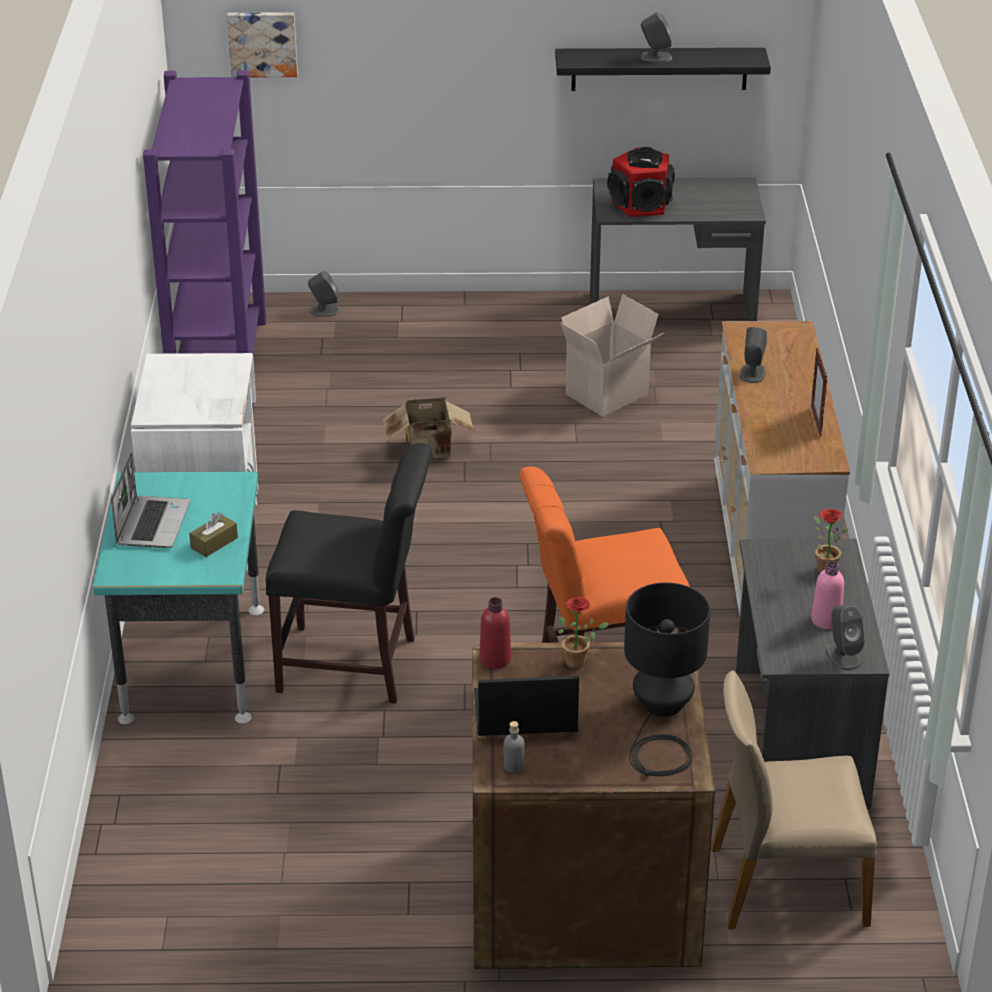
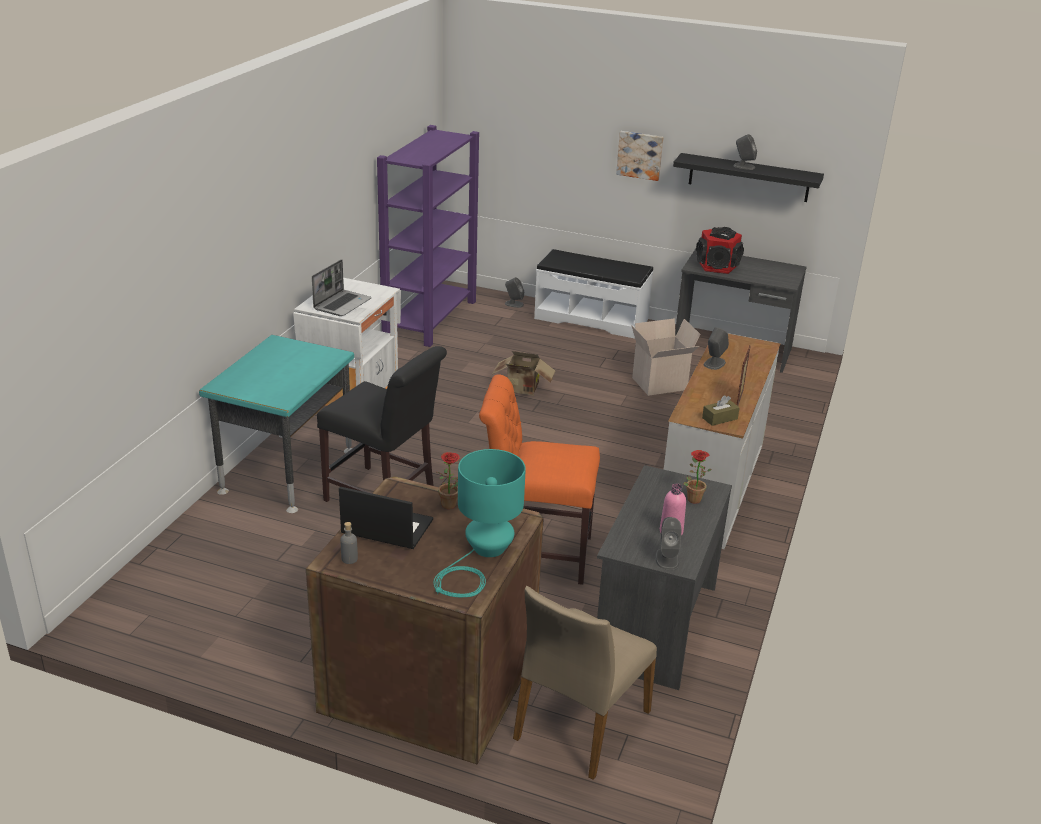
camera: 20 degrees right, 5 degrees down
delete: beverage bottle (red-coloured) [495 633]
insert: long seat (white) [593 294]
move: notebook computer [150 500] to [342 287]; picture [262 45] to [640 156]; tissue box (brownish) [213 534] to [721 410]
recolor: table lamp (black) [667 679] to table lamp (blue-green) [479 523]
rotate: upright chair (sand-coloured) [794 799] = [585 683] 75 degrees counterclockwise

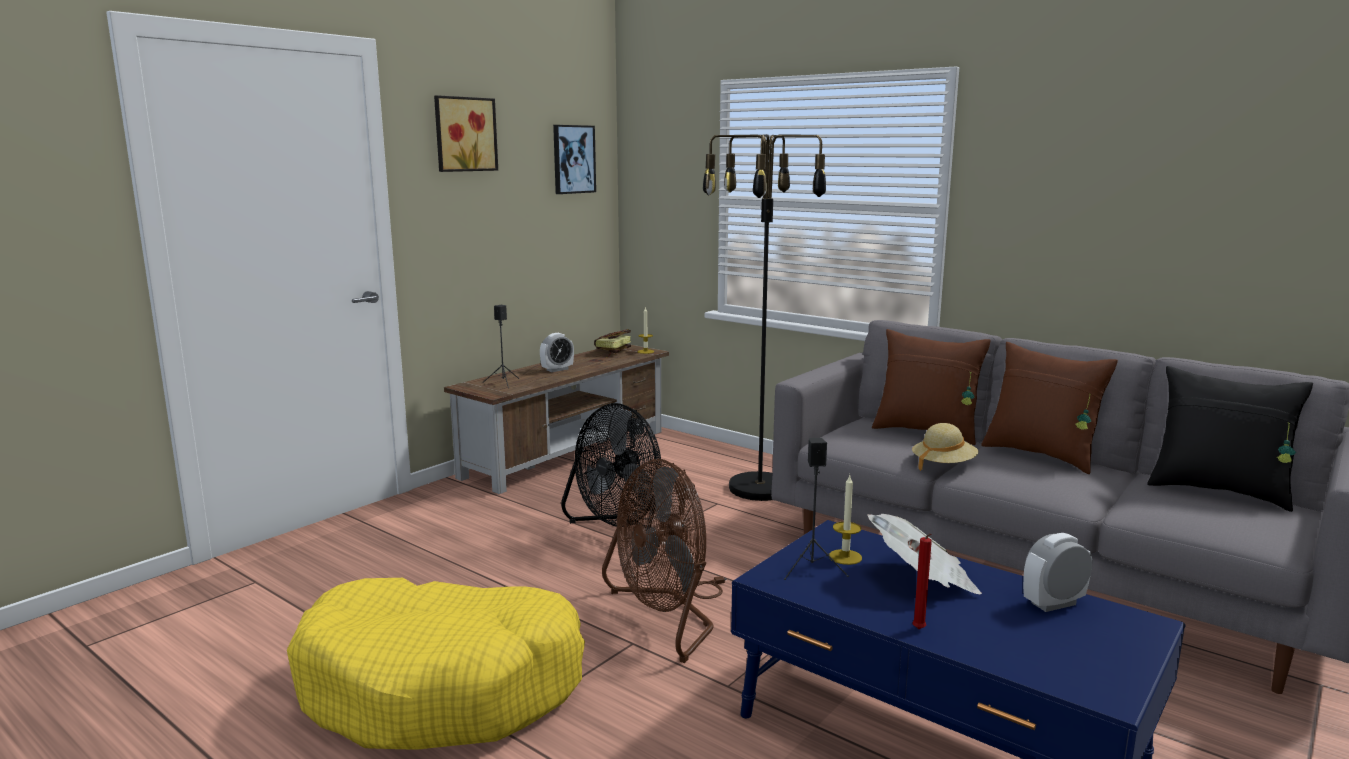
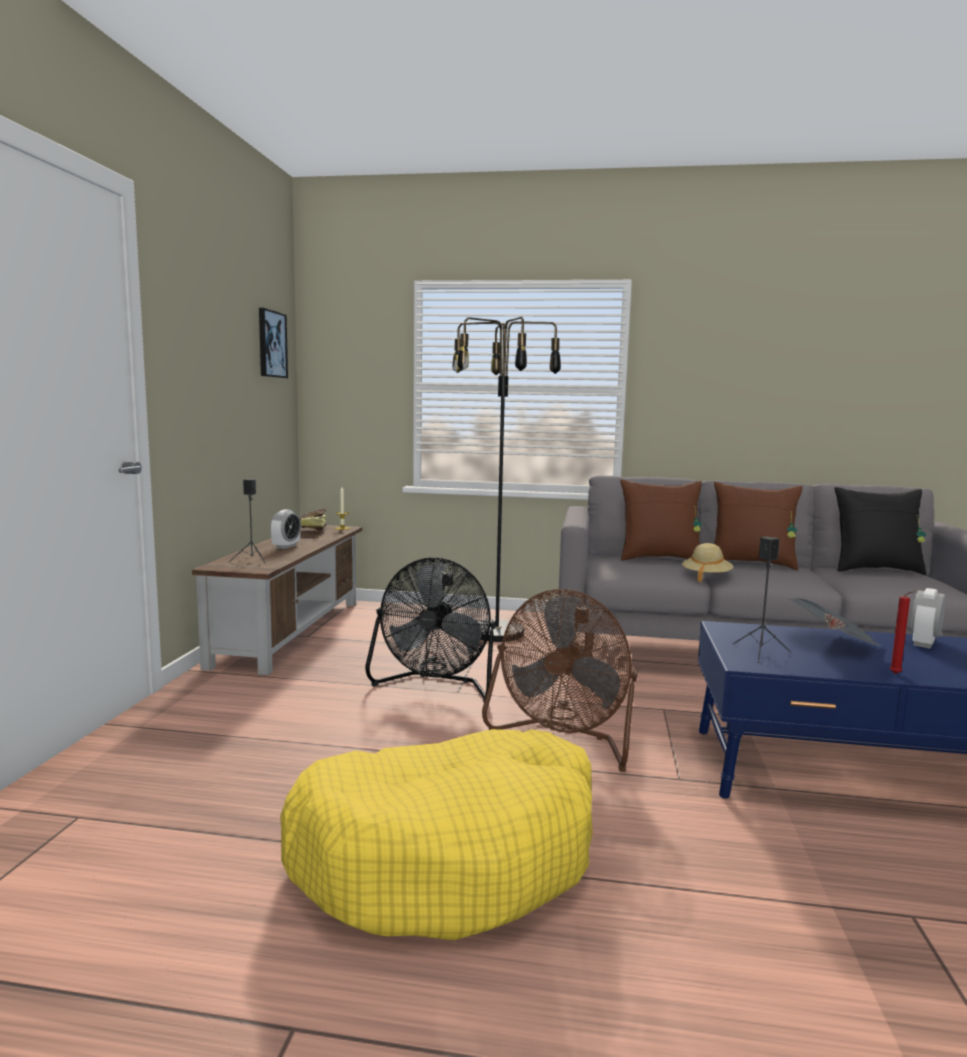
camera: 30 degrees left, 5 degrees down
delete: picture [466 133]; candle [845 520]

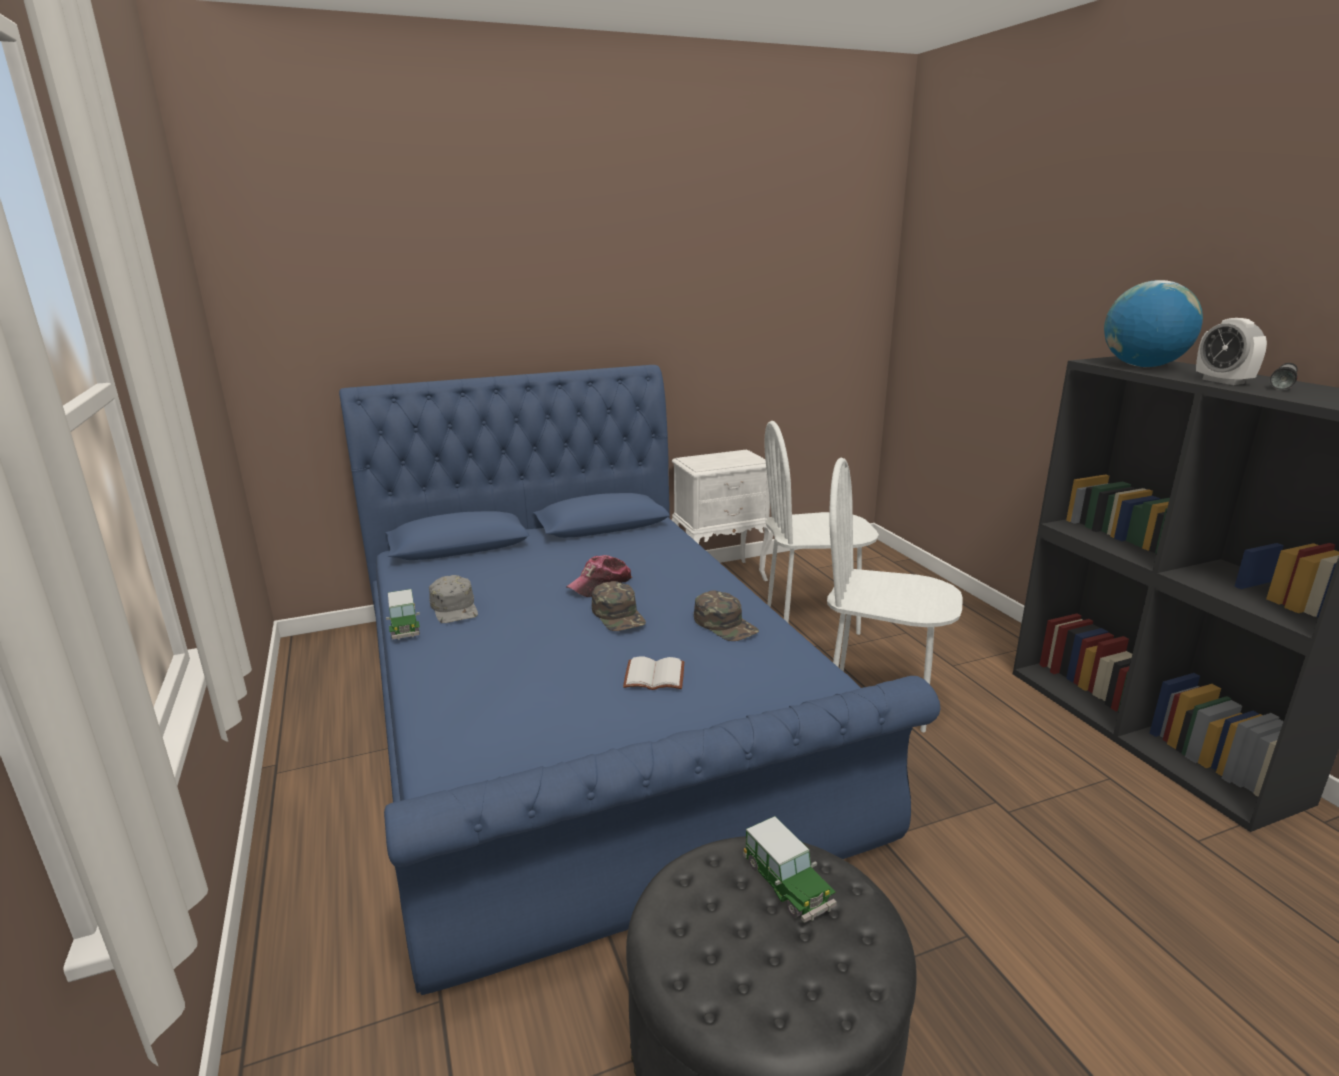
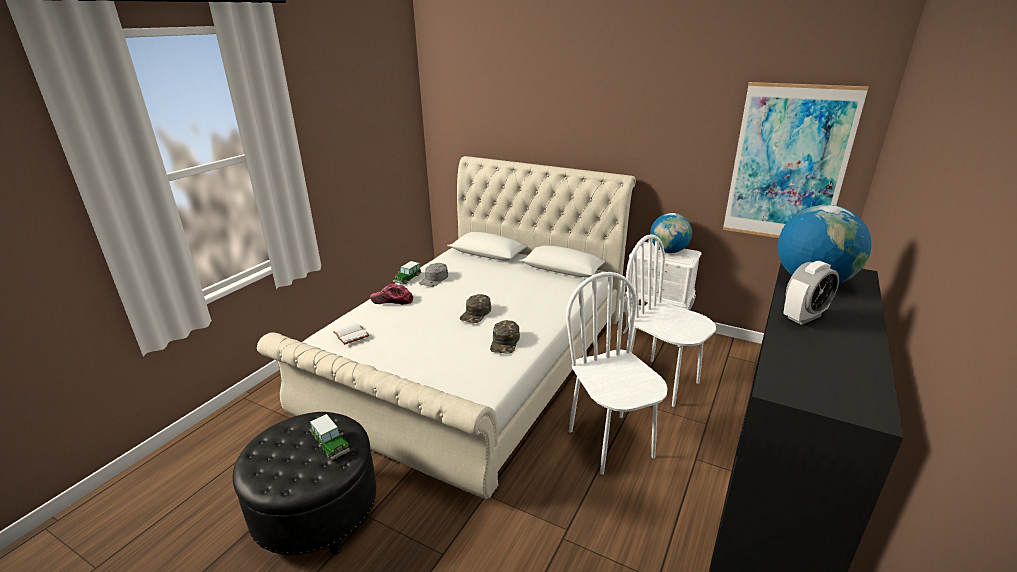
camera: 50 degrees right, 5 degrees up
delete: torch [1284 376]
insert: globe [671 233]; picture [796 160]
move: book (white) [653 673] to [351 334]; cap [599 576] to [391 294]
recolor: bed (blue) [640 680] to bed (sand-coloured) [446 327]
rotate: miniature car [790 869] = [330 437] 60 degrees counterclockwise; bedside clock [1231 351] = [811 293] 150 degrees counterclockwise

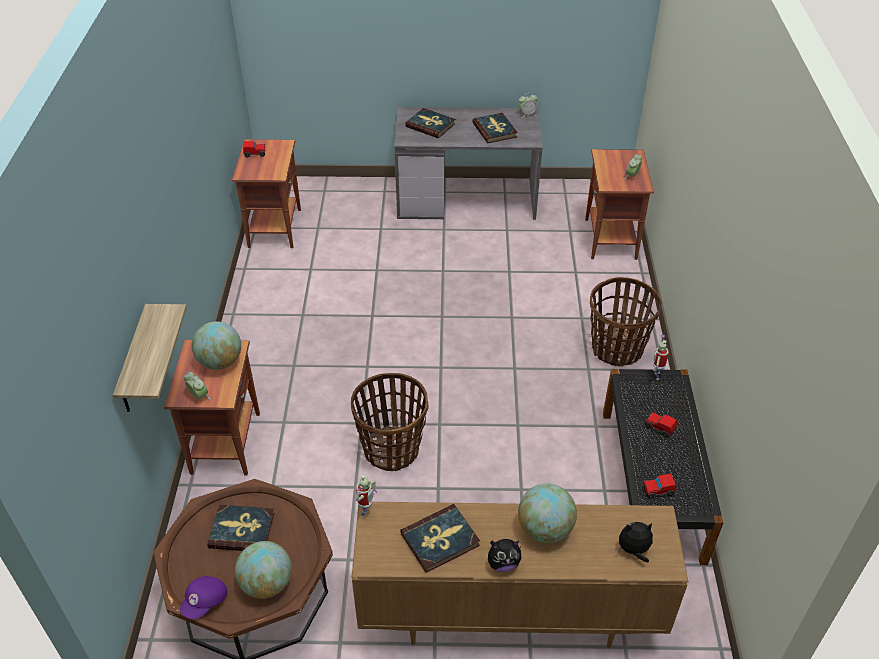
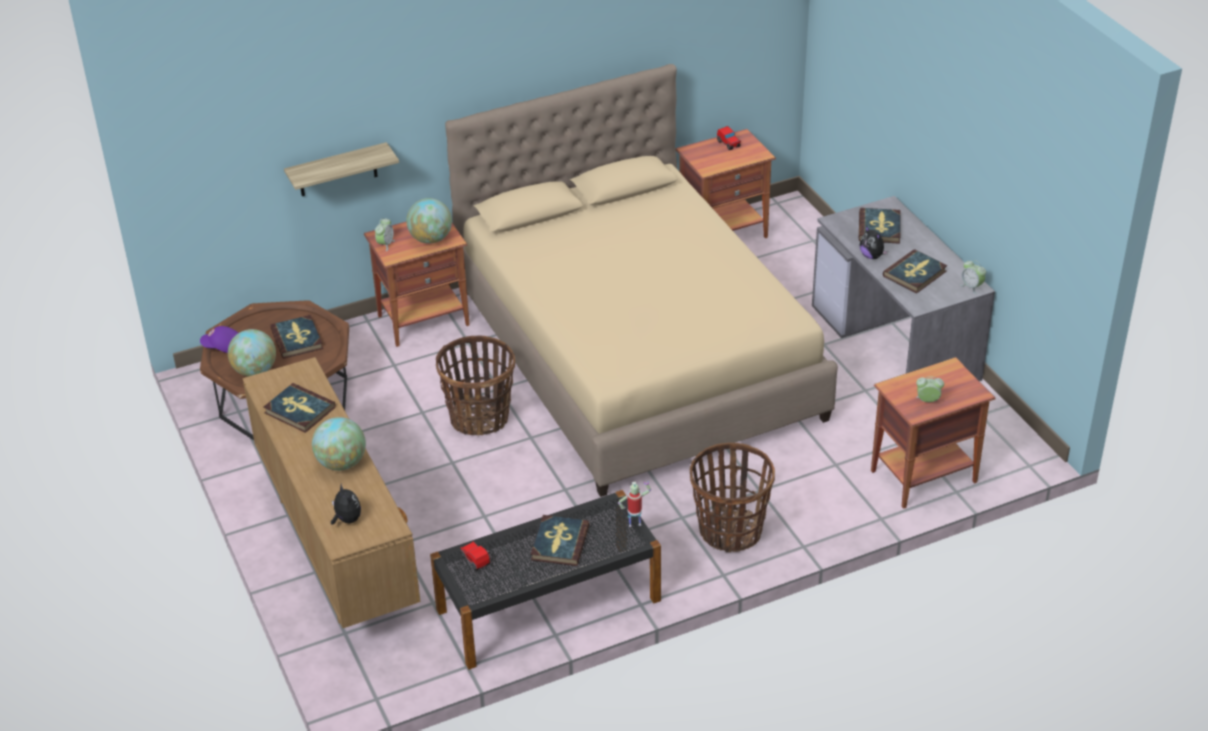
camera: 65 degrees right, 5 degrees down
delete: model robot [366 496]
insert: bed (sand-coloured) [641 280]
move: cuddly toy [504 555] to [874 242]
replace: miniature car [661 424] to book [560 540]

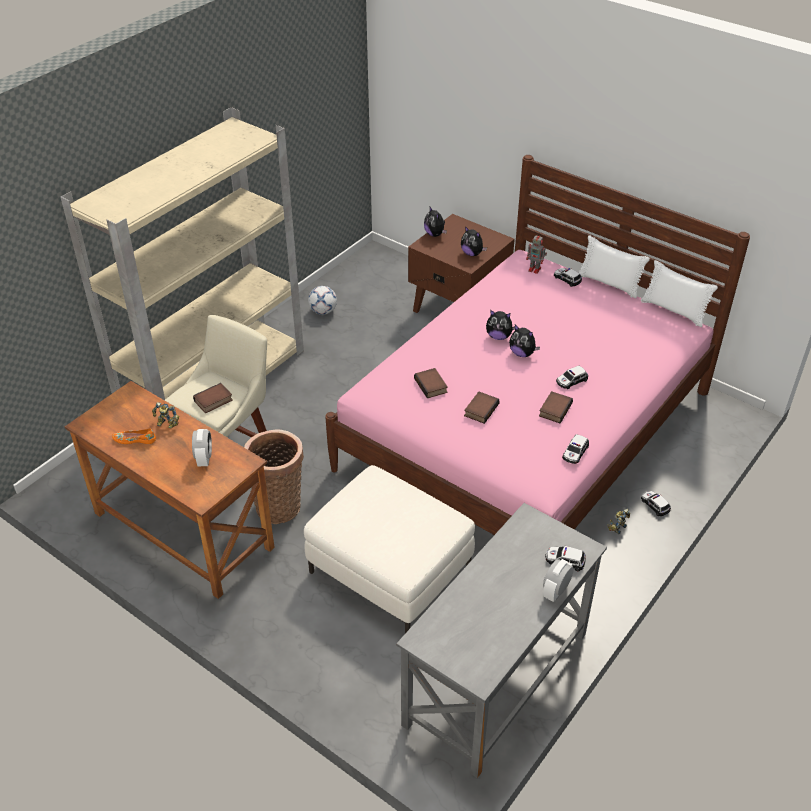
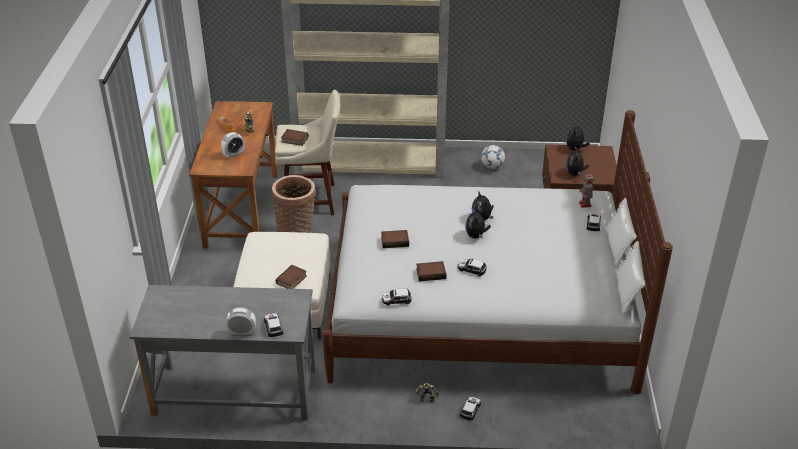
camera: 55 degrees right, 5 degrees down
move: book [431 383] to [291 277]
recolor: bed (pink-coloured) [537 345] to bed (white) [497 252]

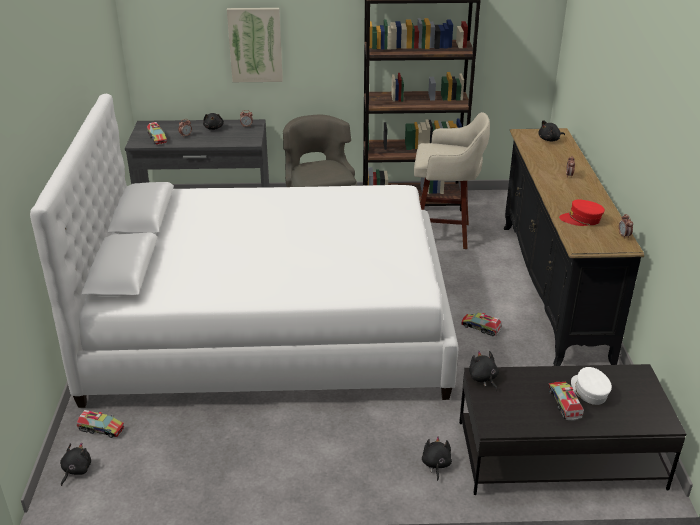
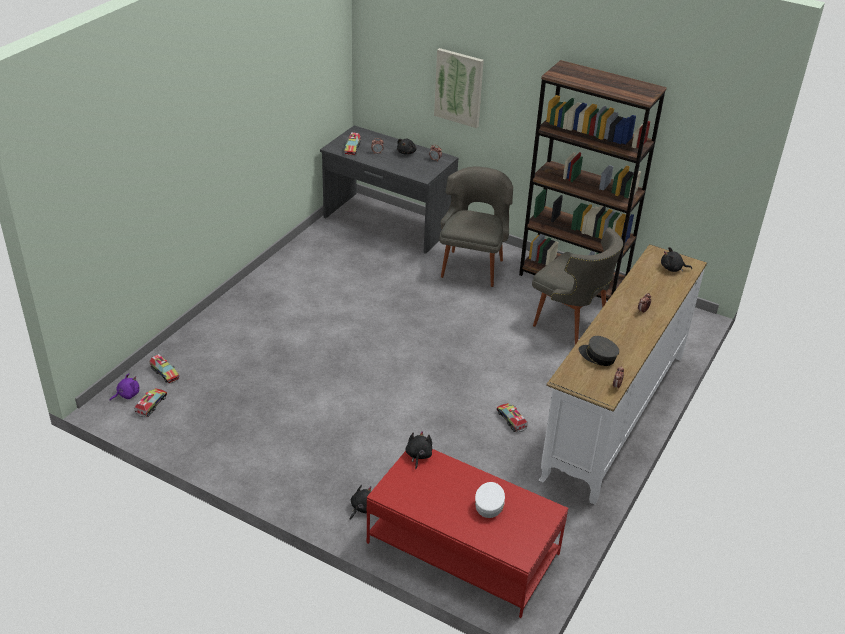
camera: 30 degrees right, 5 degrees up
delete: bed (white) [244 250]
move: model truck [566 401] to [150 402]
replace: stool seat (sand-coloured) [452 180] to upright chair (grey) [577 286]
recolor: cuddly toy (black) [75 464] to cuddly toy (purple) [125 387]; lounge table (black) [572 429] to lounge table (red-coloured) [467 533]; dresser (black) [574 247] to dresser (white) [623 374]; cap (red-coloured) [582 212] to cap (grey) [599 351]

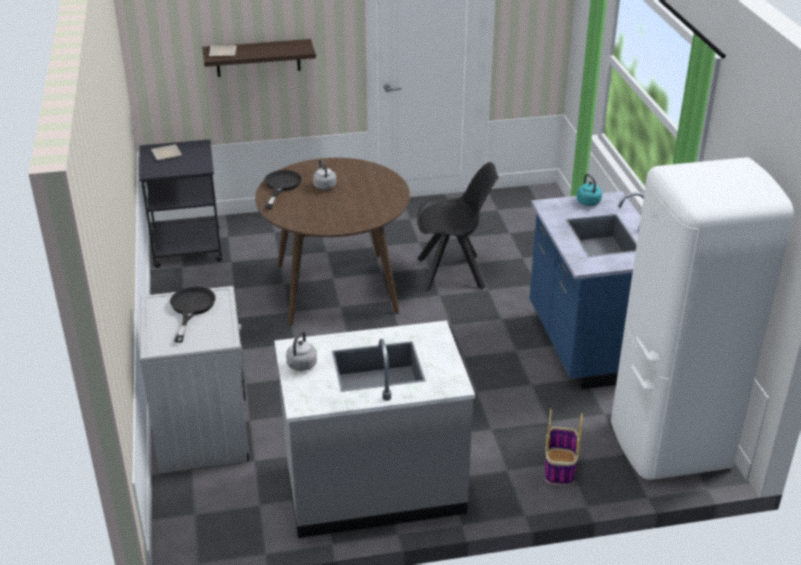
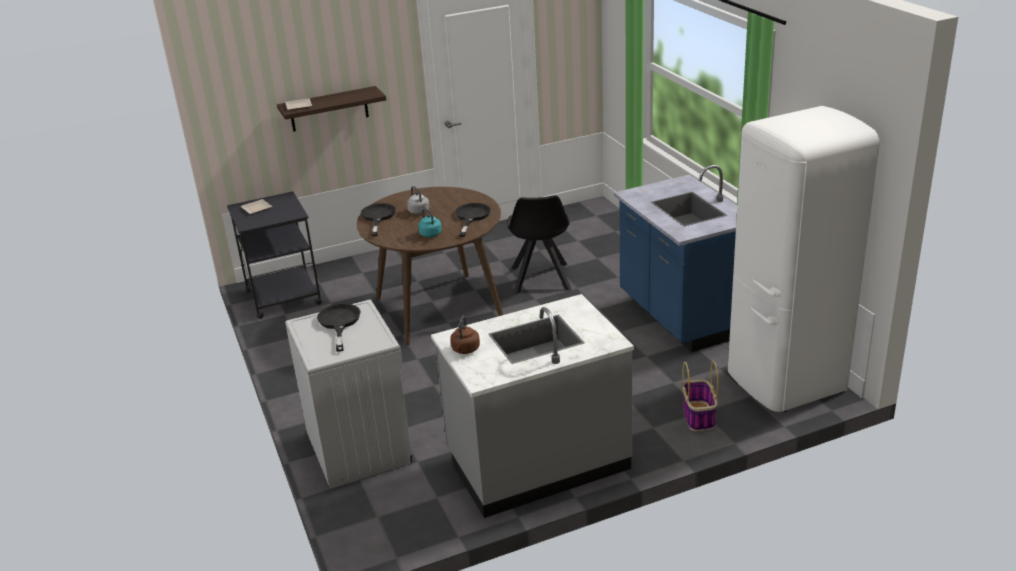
camera: 10 degrees left, 5 degrees down
insert: skillet (black) [473 220]
move: tea kettle (blue-green) [589 190] to [430 222]
recolor: tea kettle (grey) [301 351] to tea kettle (brownish) [465 335]
rotate: upright chair (black) [458 227] = [539 244] 105 degrees clockwise

